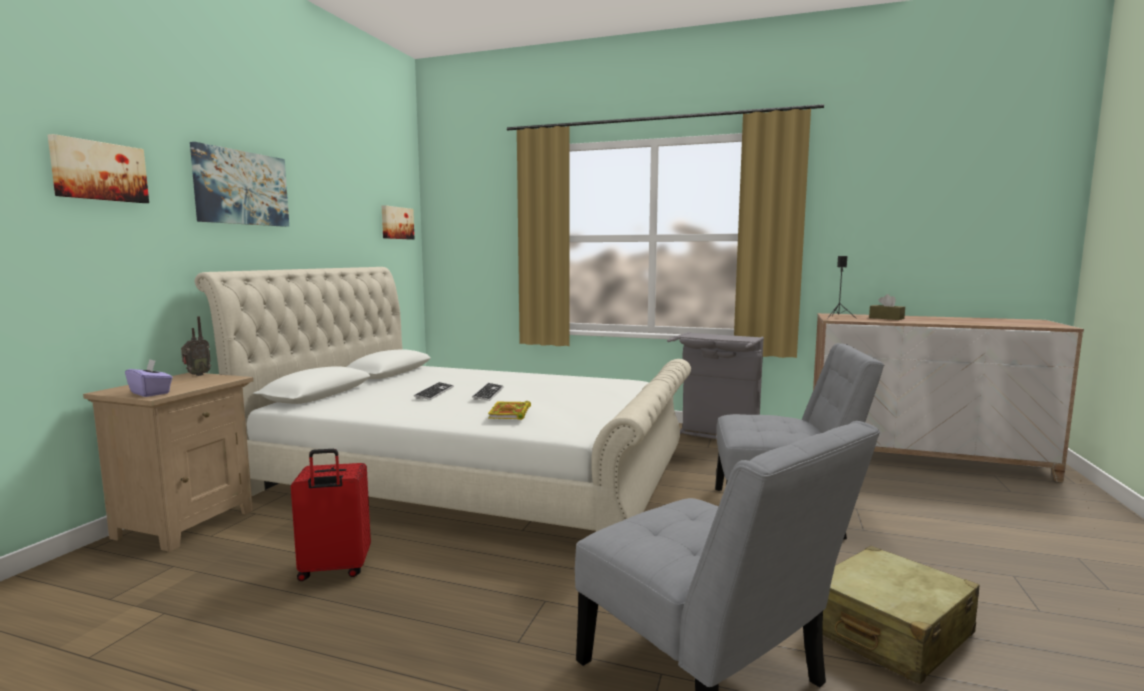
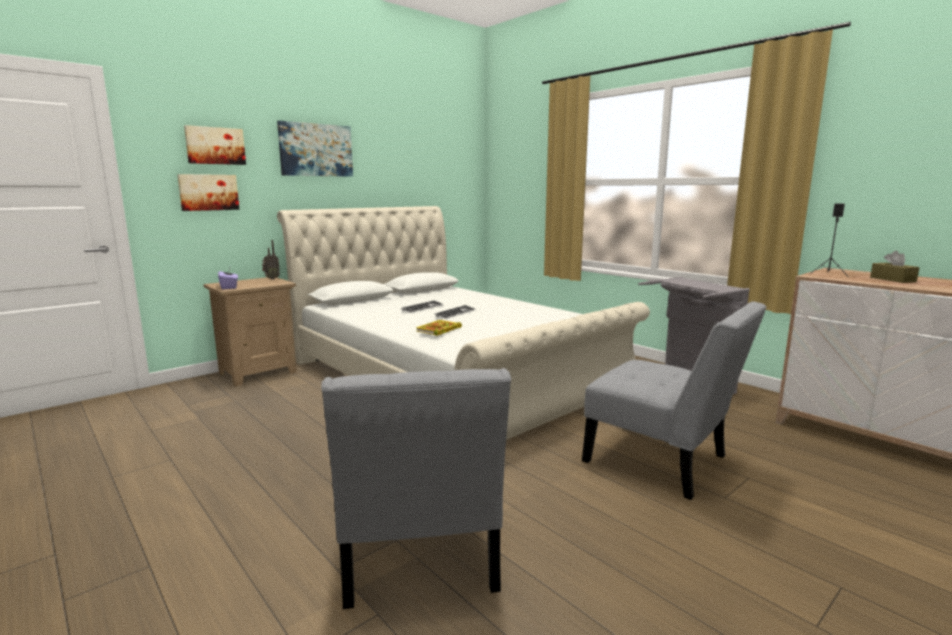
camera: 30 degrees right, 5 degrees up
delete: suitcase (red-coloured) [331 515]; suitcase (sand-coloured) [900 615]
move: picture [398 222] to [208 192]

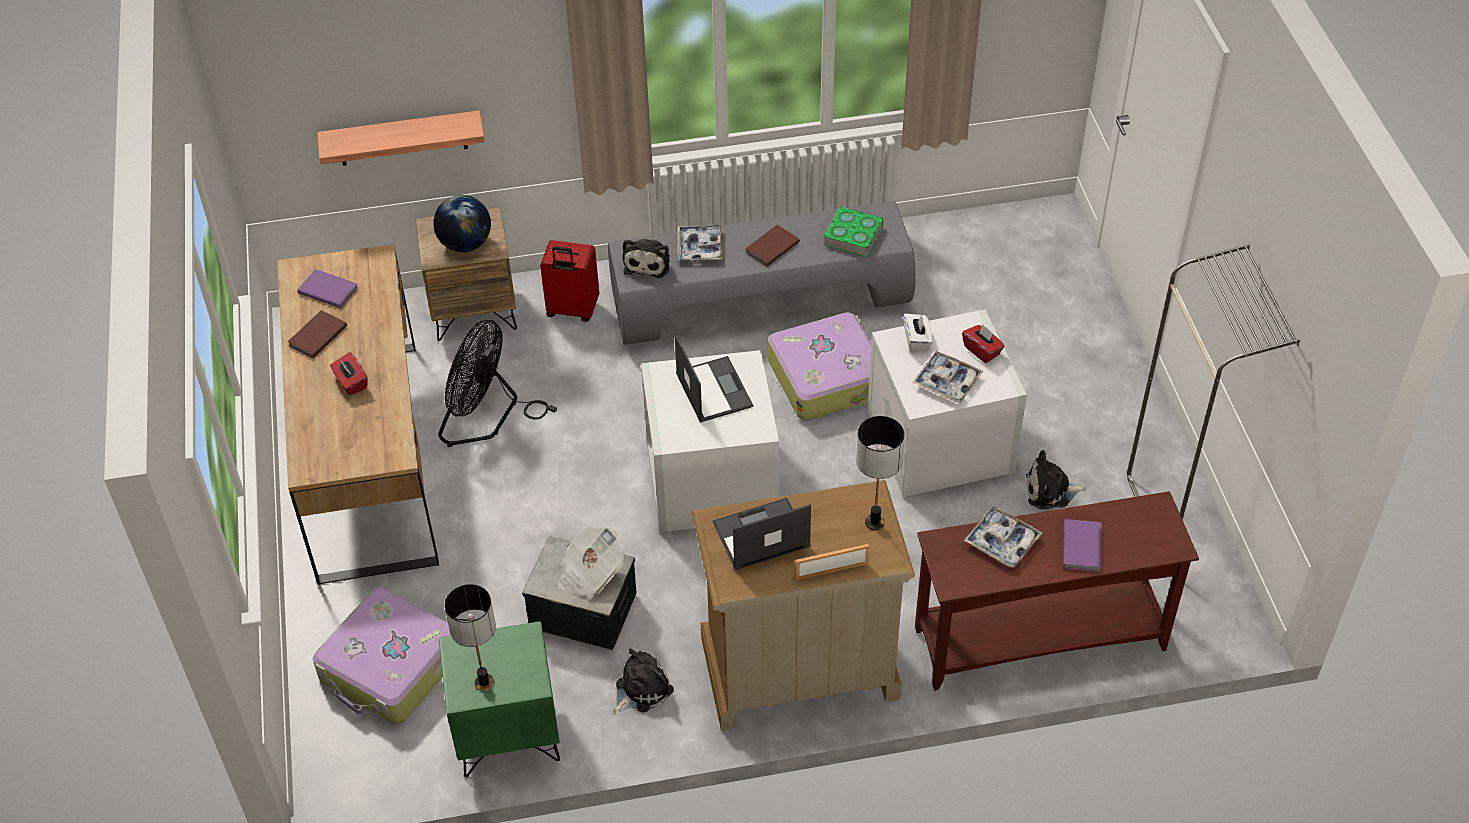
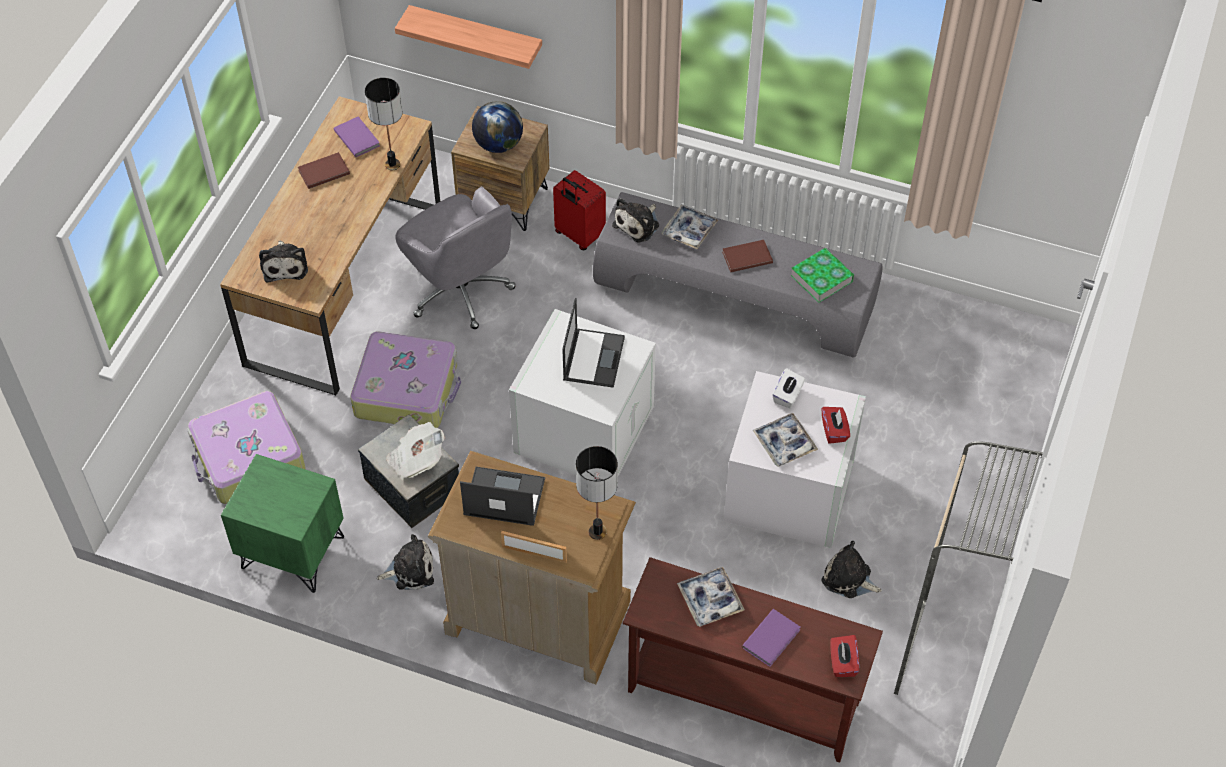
camera: 30 degrees right, 5 degrees up
insert: cuddly toy [283 261]
move: suitcase [820 366] to [405 380]; table lamp [470 637] to [384 124]; tissue box (red-coloured) [349 373] to [844 656]
replace: fan (black) [498 383] to office chair (grey) [455 257]

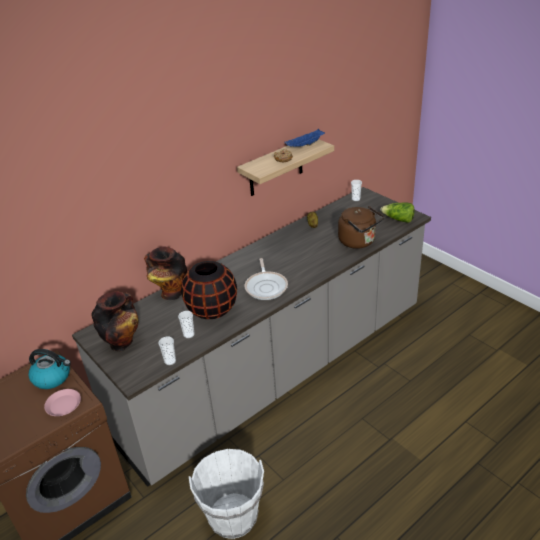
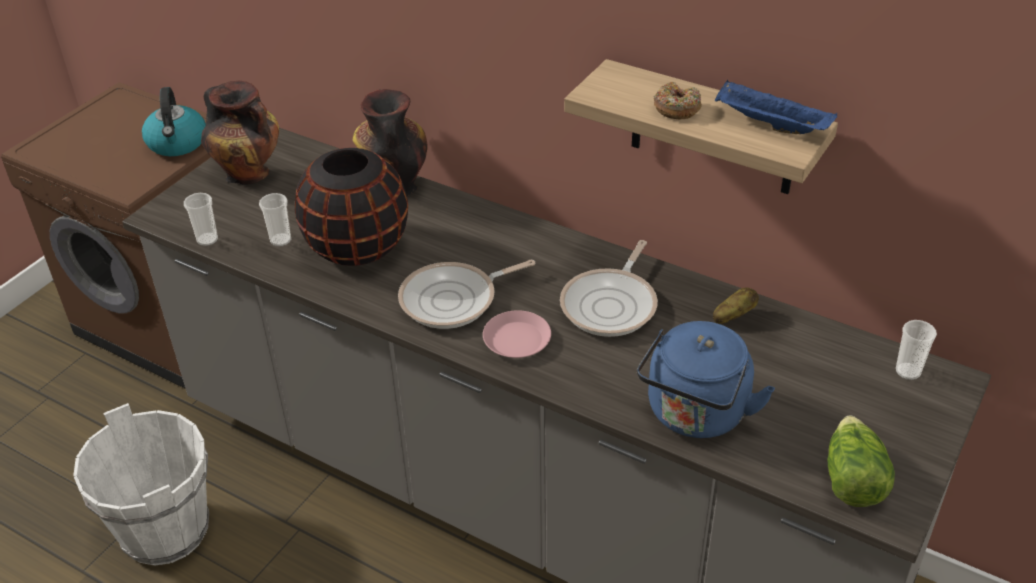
camera: 70 degrees right, 5 degrees up
insert: skillet [609 288]
move: flat dish (pink-coloured) [62 402] to [517 334]
recolor: tea kettle (brownish) [361 227] to tea kettle (blue) [706 379]

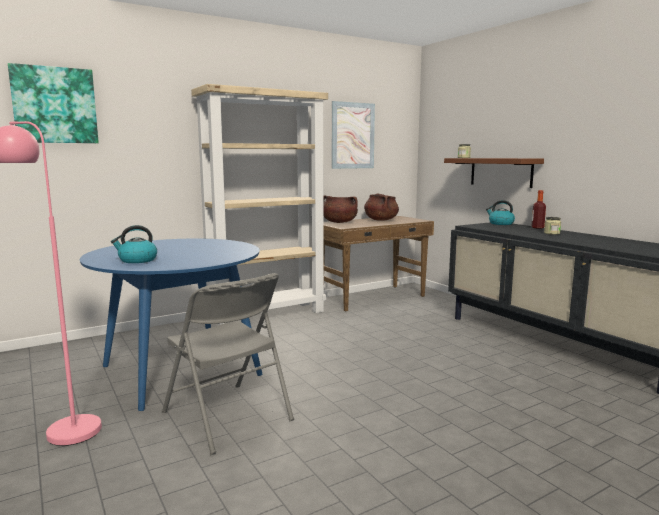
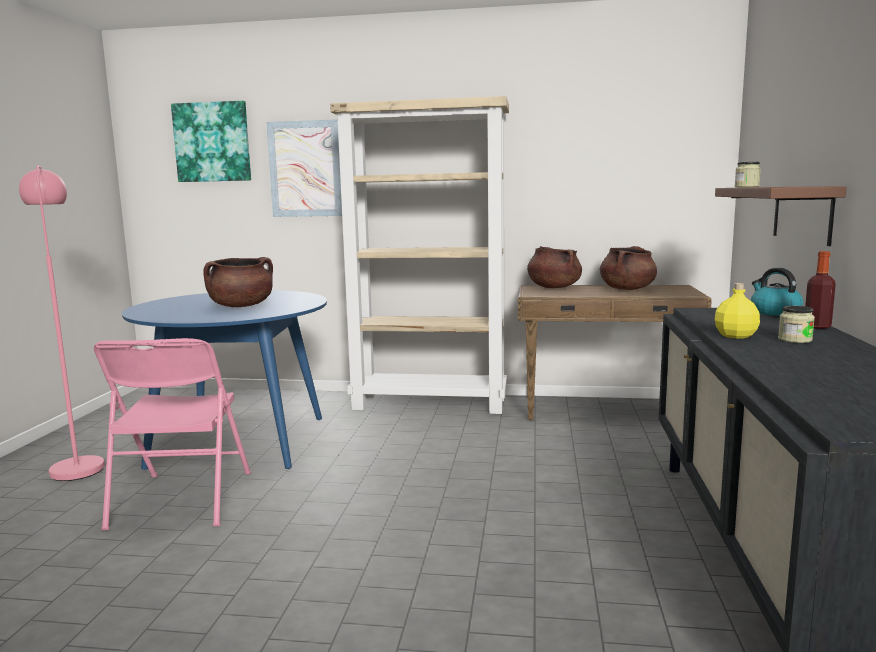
camera: 40 degrees right, 0 degrees up
delete: tea kettle [134 244]
insert: stockpot (brownish) [238 282]; beverage bottle (yellowish) [737 310]
move: picture [353 135] to [304 168]
recolor: upright chair (grey) [228 364] to upright chair (pink-coloured) [172 434]

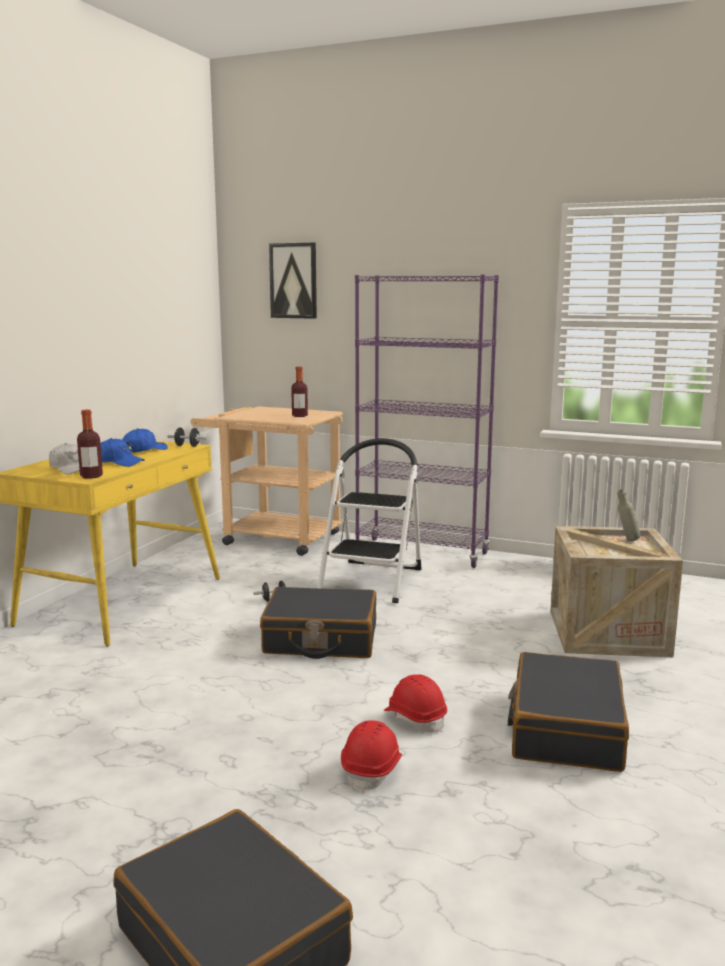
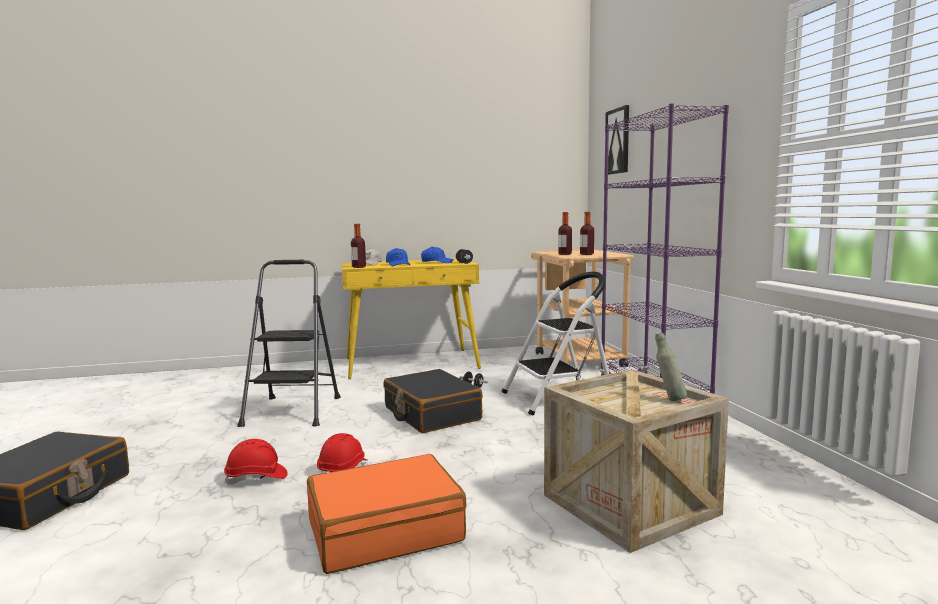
camera: 55 degrees right, 5 degrees down
insert: step ladder (black) [289 343]; beverage bottle [565 233]
recolor: suitcase (black) [568 712] to suitcase (orangey) [387 514]

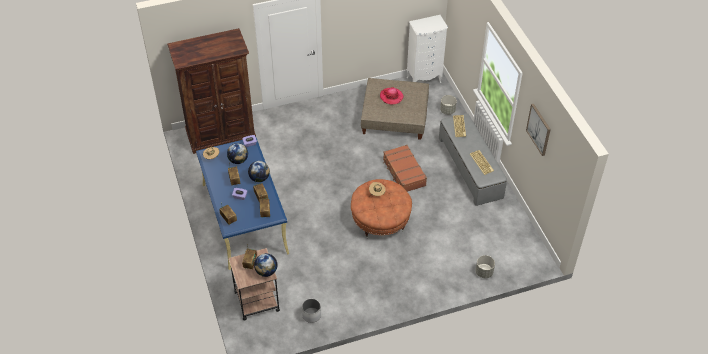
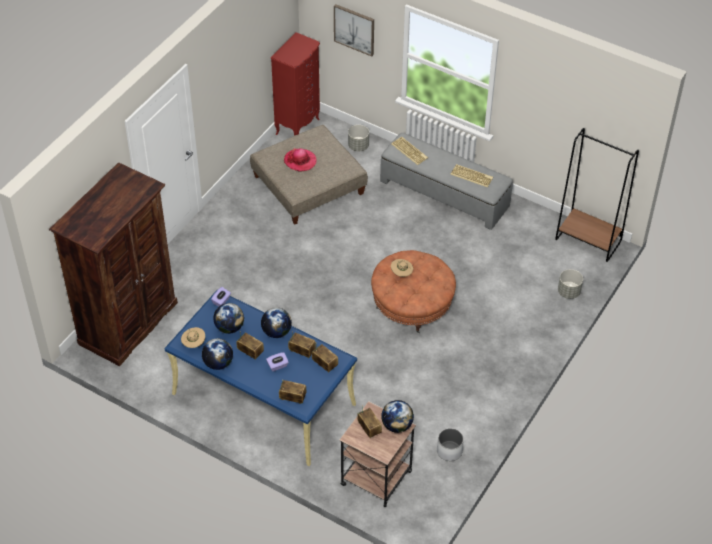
camera: 40 degrees left, 0 degrees up
delete: suitcase (brownish) [405 168]
insert: globe [217 354]; garment rack [597 195]
move: picture [538 130] to [354 30]
recolor: dresser (white) [427 49] to dresser (red-coloured) [295 84]

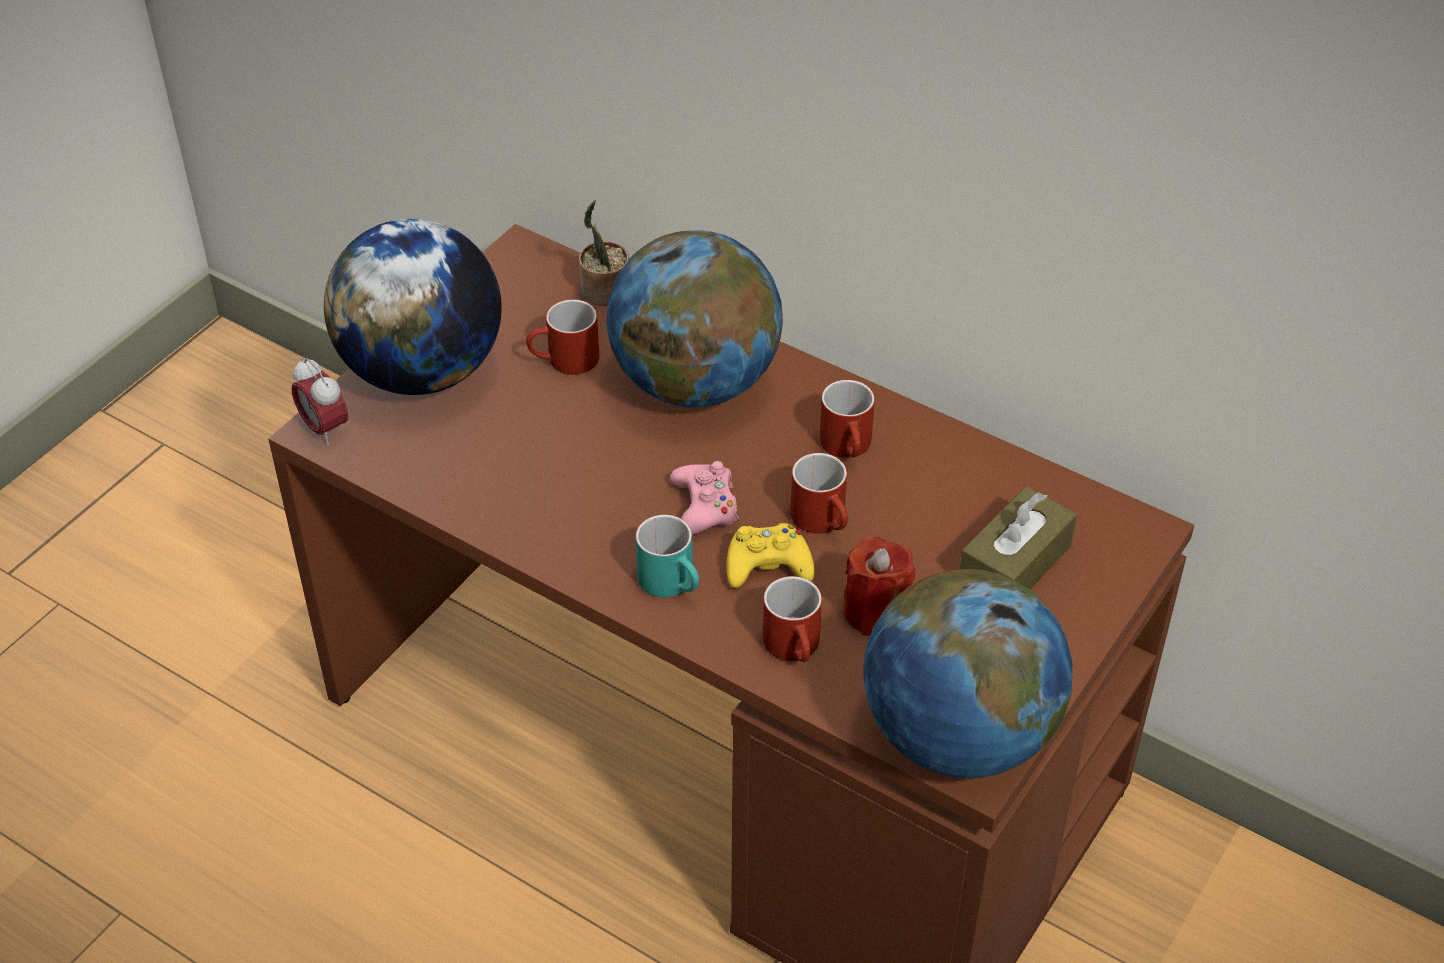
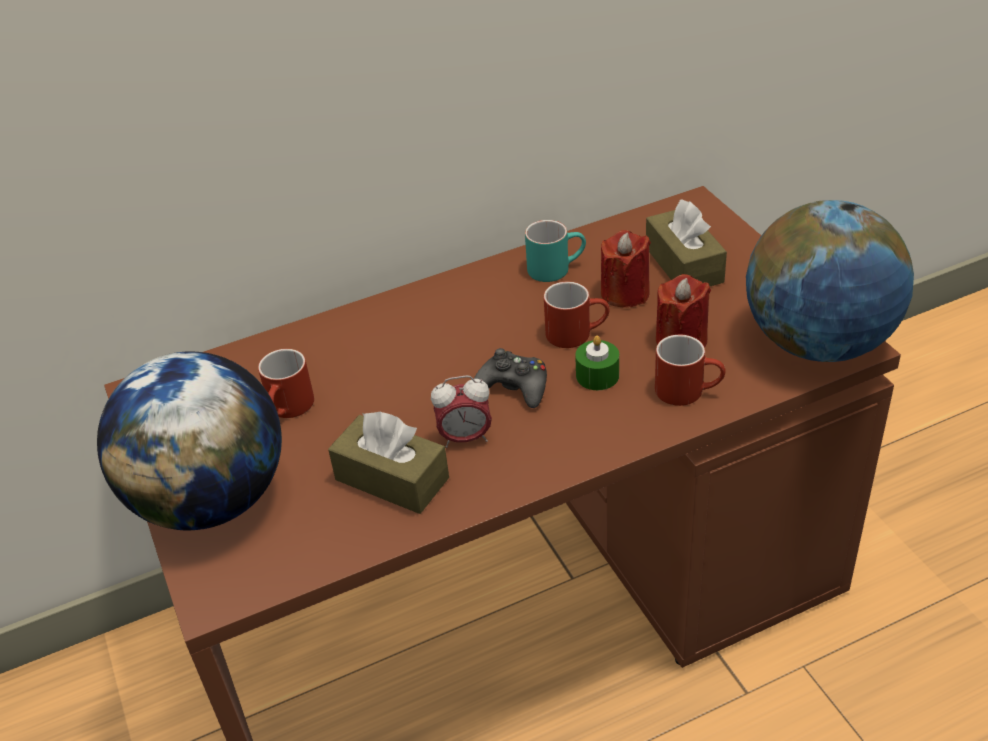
camera: 55 degrees left, 5 degrees down
delete: potted plant [604 253]; globe [694 318]; tea mug (red-coloured) [847 419]
insert: tissue box (brownish) [388 463]; candle (red-coloured) [626 269]
move: bedside clock [320 401] to [461 411]; tea mug (blue-green) [667 556] to [555 251]
replace: gamepad (yellowish) [771 555] to candle (green-coloured) [597 362]
recolor: gamepad (pink-coloured) [704 498] to gamepad (black) [510 378]

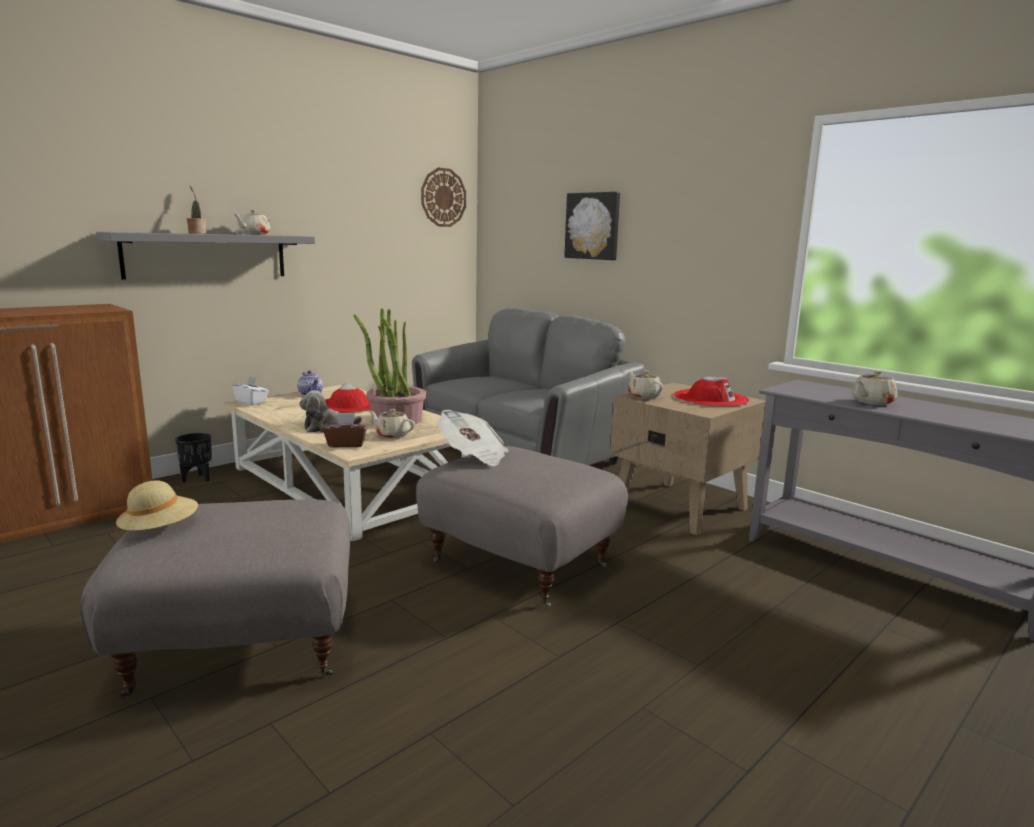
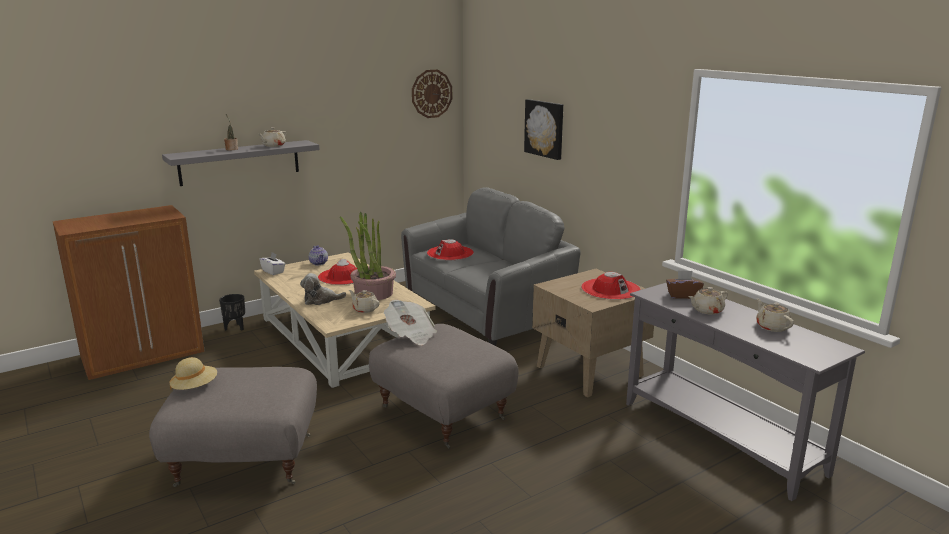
camera: 10 degrees right, 5 degrees up
insert: clothing hat (red-coloured) [450 249]
move: tissue box (brownish) [345 430] to [685 284]; tea pot (sand-coloured) [645 384] to [775 315]

